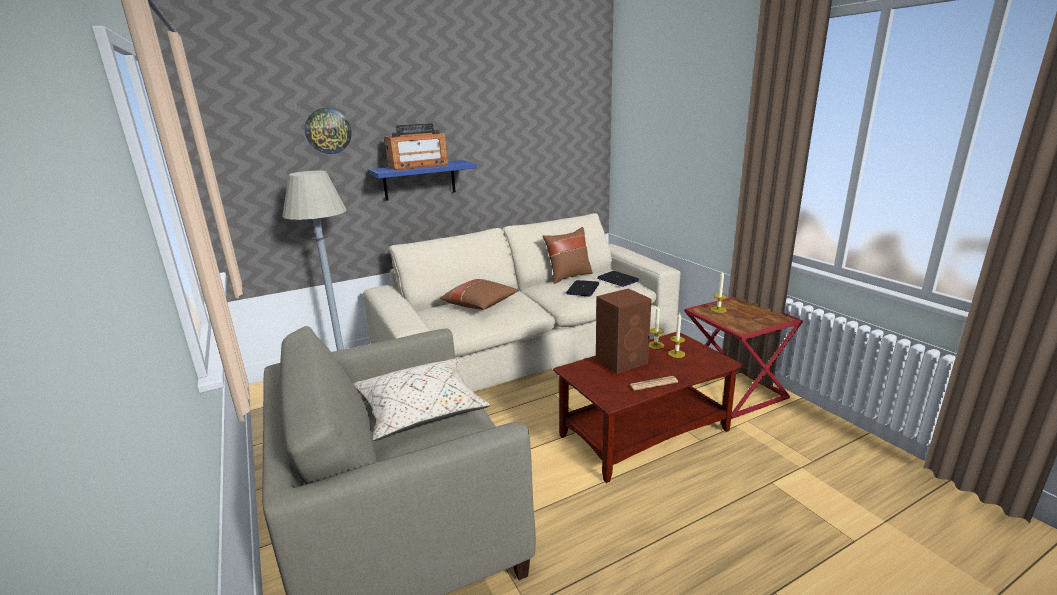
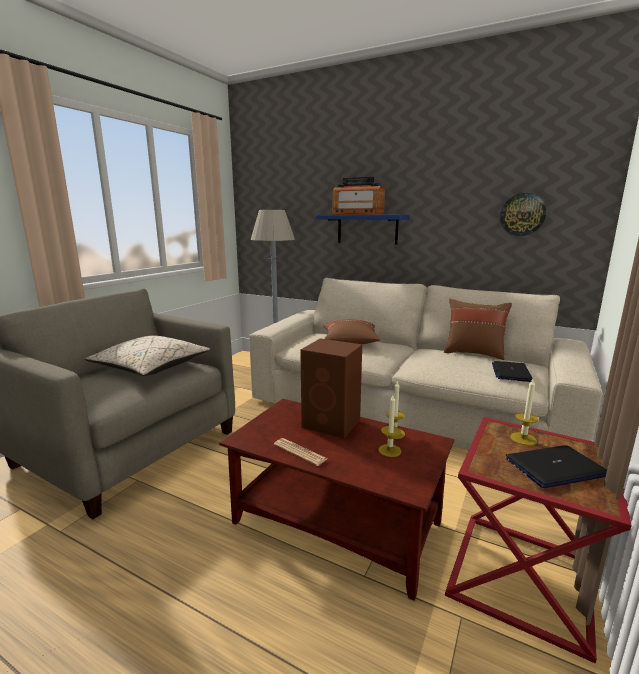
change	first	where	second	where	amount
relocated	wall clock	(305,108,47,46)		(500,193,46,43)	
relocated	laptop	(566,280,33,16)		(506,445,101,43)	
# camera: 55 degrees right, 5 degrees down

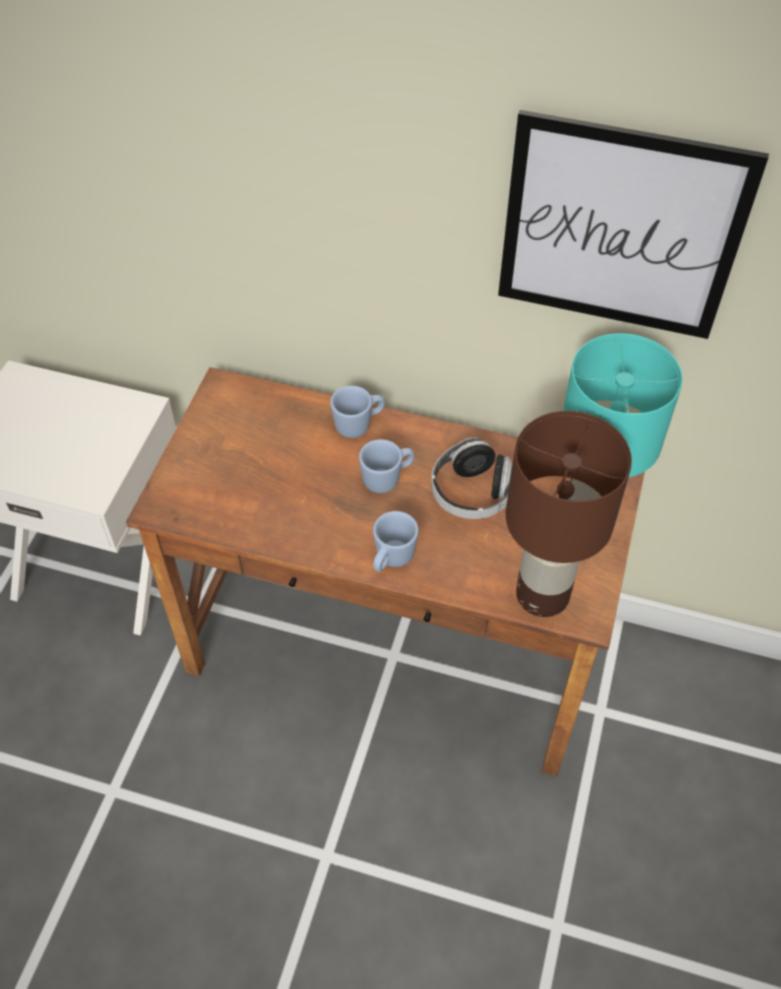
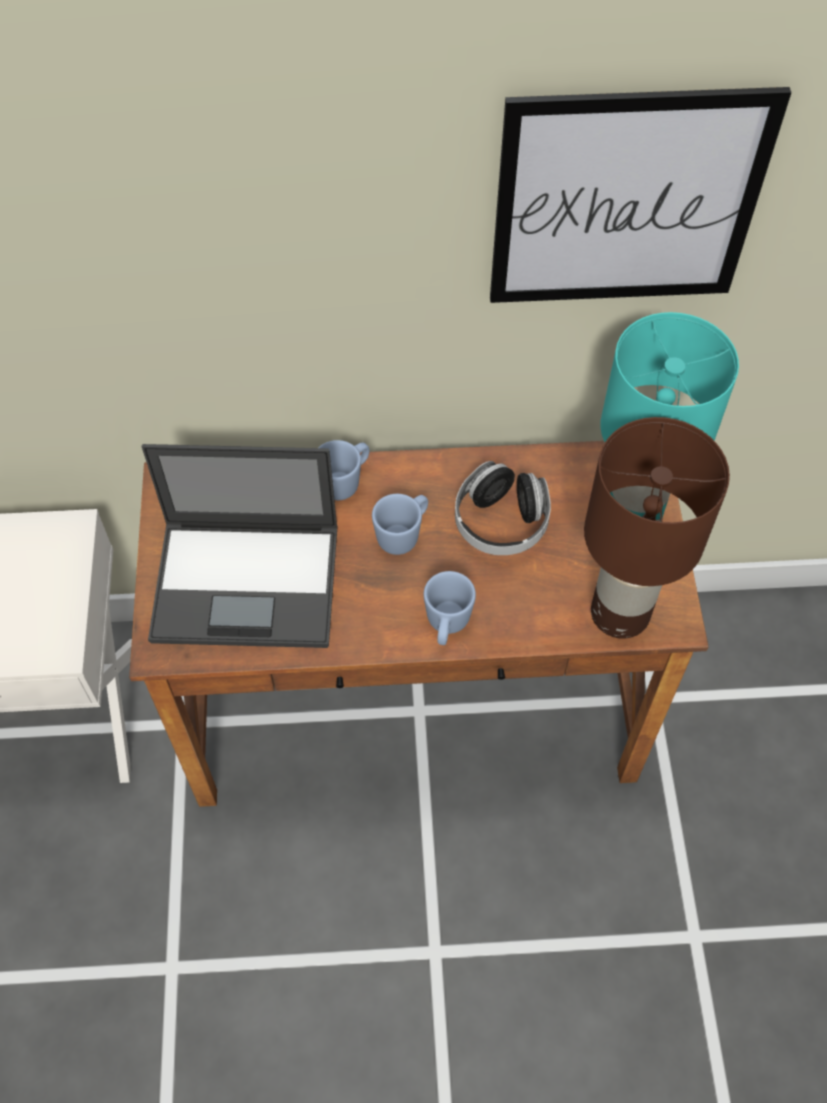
change	first	where	second	where	amount
appeared			laptop	(142,444,196,204)	
# camera: 20 degrees left, 5 degrees up

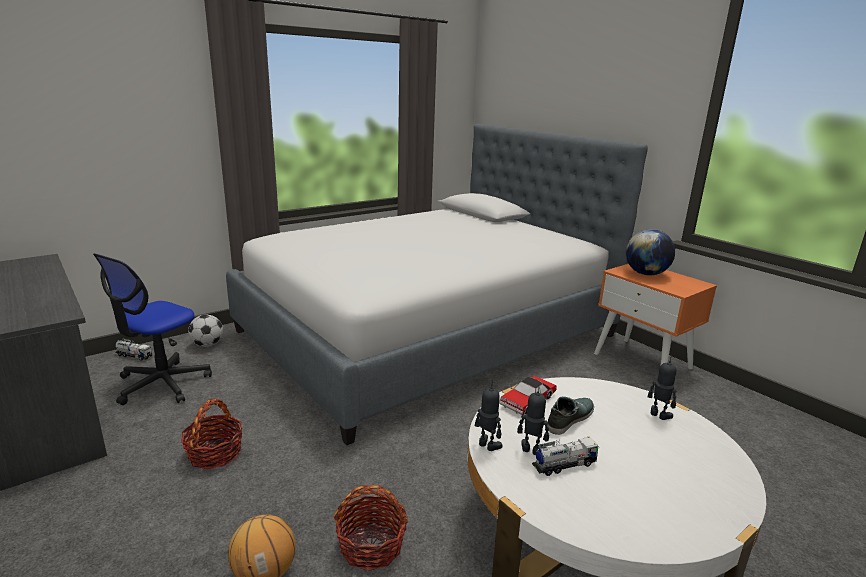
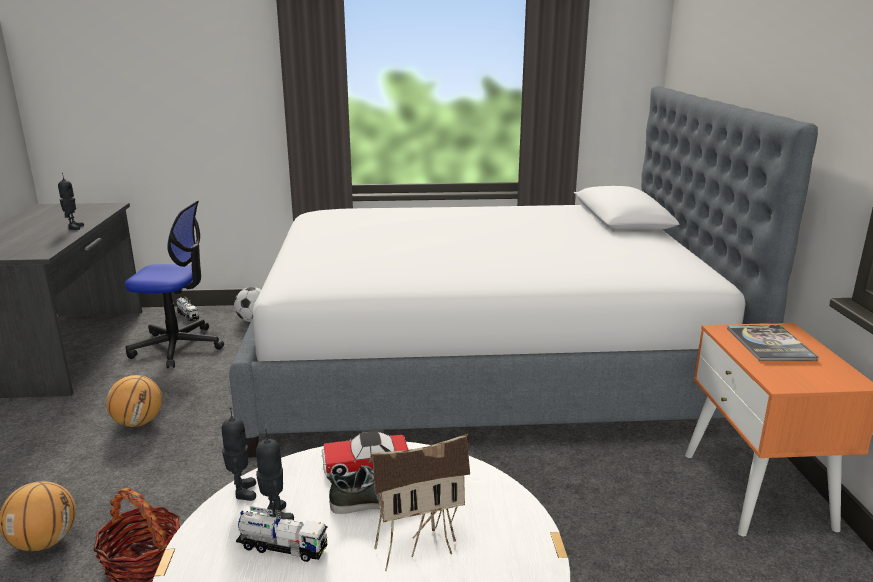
change	first	where	second	where	amount
relocated	toy robot	(648,355,29,65)		(58,173,26,57)	
exchanged	basket	(181,399,62,70)	basketball	(106,375,56,52)	
spun	office chair	(93,253,119,152)		(125,200,99,168)	150 degrees counterclockwise
appeared			toy house	(368,434,102,137)	
exchanged	globe	(626,229,49,46)	book	(727,325,92,36)	
# camera: 35 degrees right, 0 degrees up

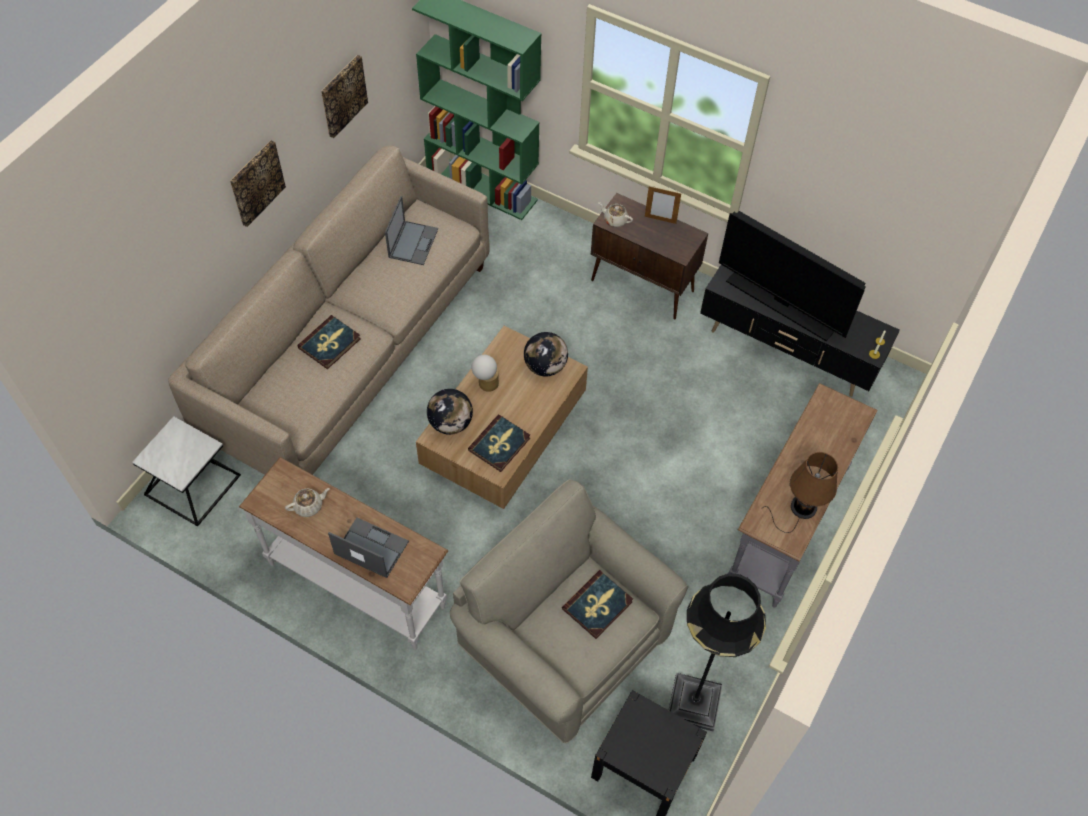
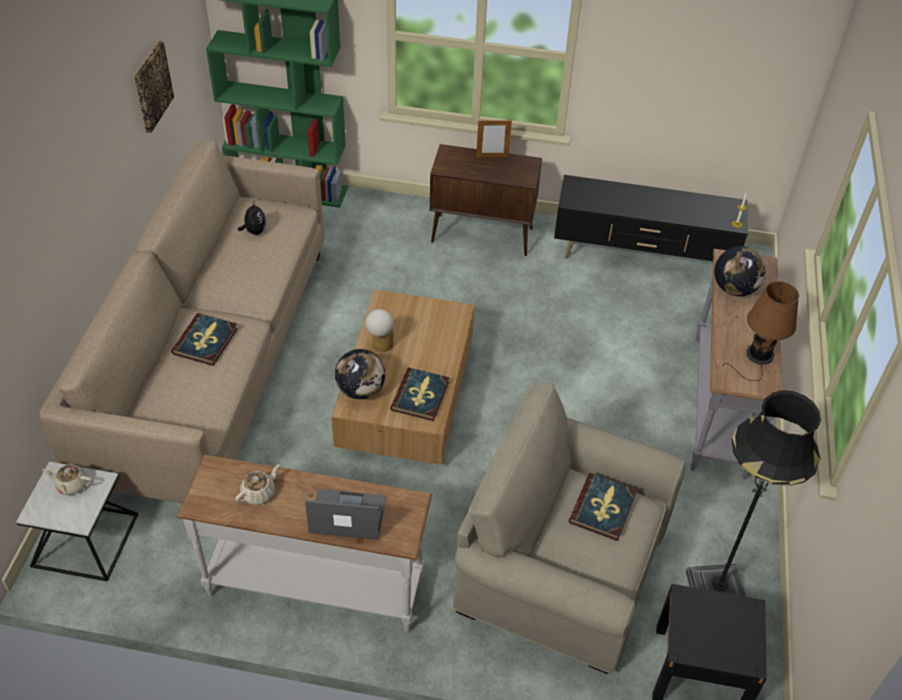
change	first	where	second	where	amount
relocated	beige teapot	(598,202,35,25)		(42,464,51,31)	
exchanged	laptop	(385,196,53,69)	plush toy	(238,202,28,33)	
relocated	globe	(524,332,44,44)		(714,246,52,50)	
missing	picture	(230,140,56,87)			
missing	television	(719,211,146,130)			
# camera: 20 degrees left, 10 degrees down

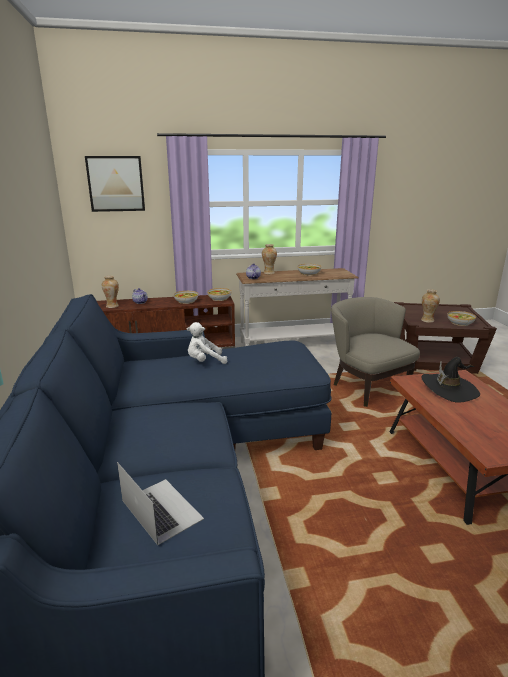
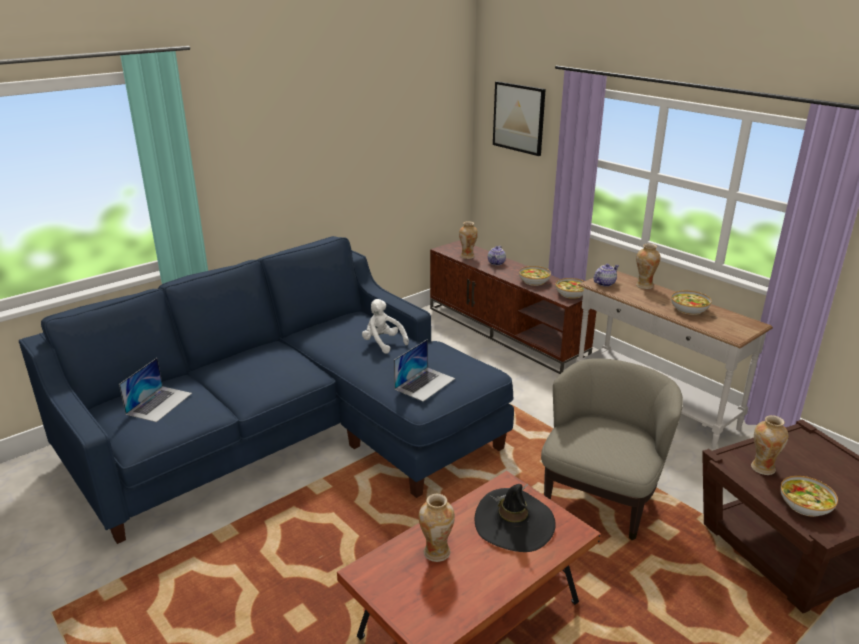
change	first	where	second	where	amount
appeared			laptop	(394,339,61,63)	
appeared			vase	(419,494,36,68)	
# camera: 60 degrees right, 5 degrees up

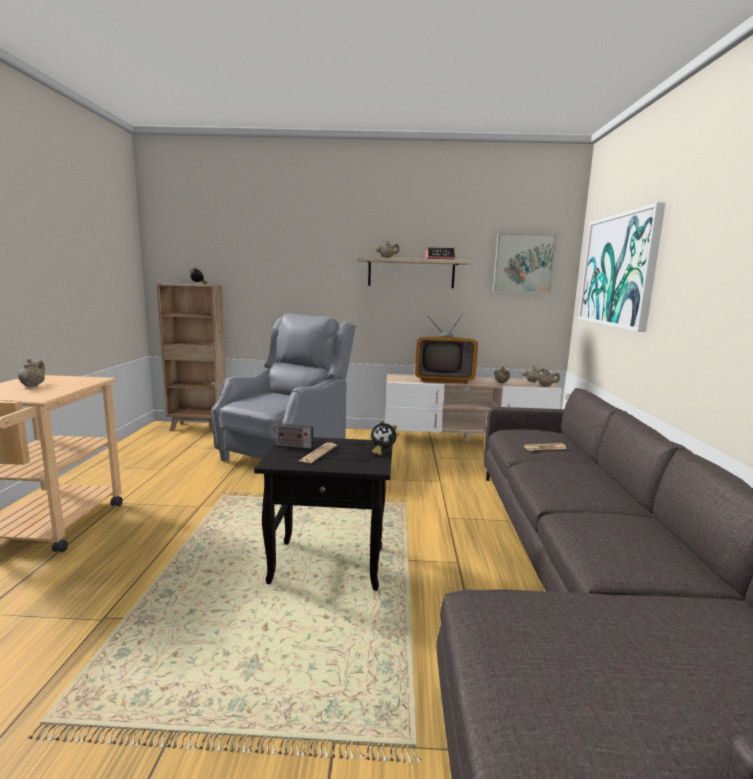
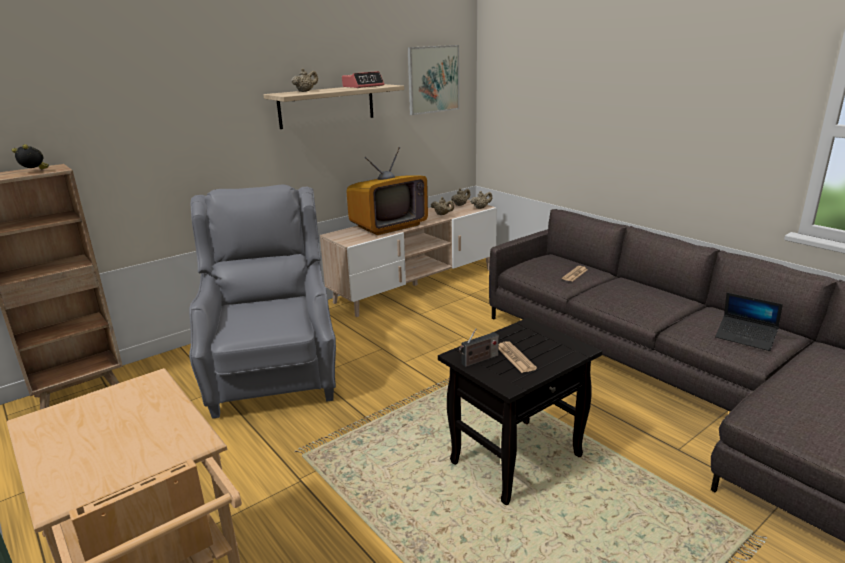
change	first	where	second	where	amount
appeared			laptop	(715,293,68,58)	
missing	beige teapot	(18,358,27,29)			
missing	alarm clock	(371,420,26,36)			
missing	picture	(578,202,88,130)			
# camera: 40 degrees left, 10 degrees up

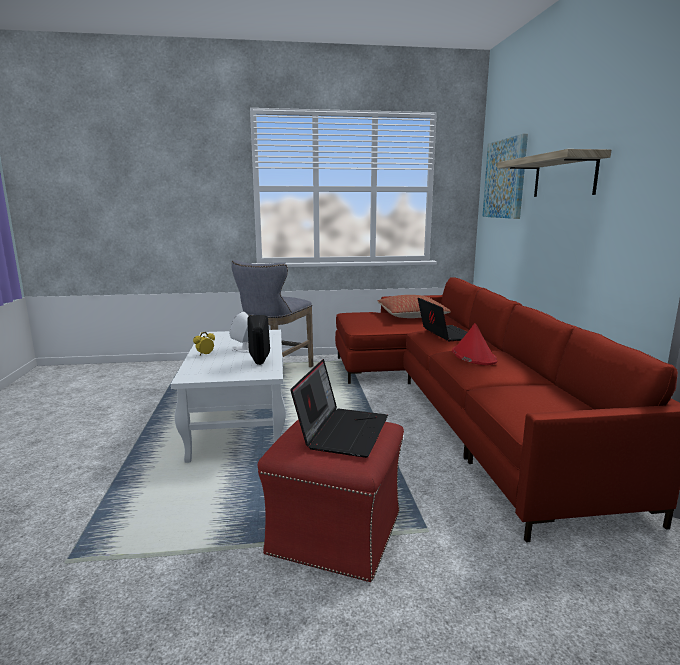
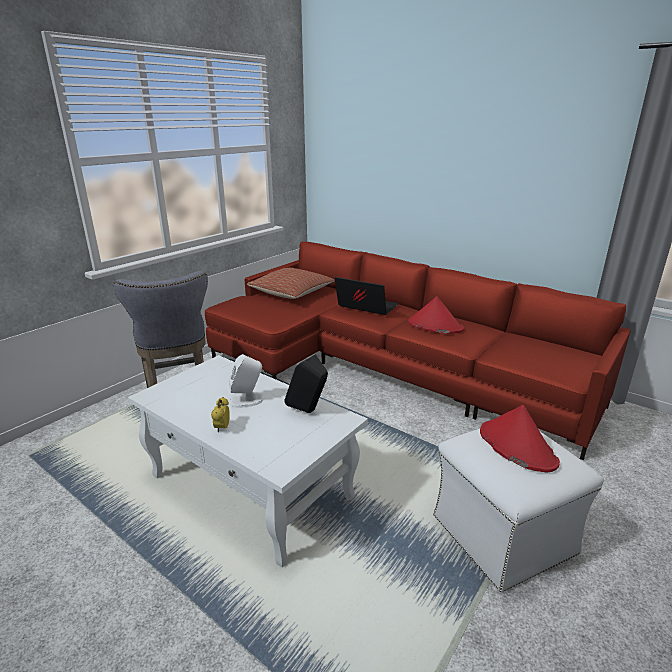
change	first	where	second	where	amount
colour	red ottoman	(258,419,146,163)	white ottoman	(433,429,171,164)	
exchanged	laptop	(290,359,98,99)	red hat	(480,405,80,67)	
missing	picture	(482,133,46,86)			
missing	shelf	(498,149,113,48)			
# camera: 45 degrees left, 10 degrees up

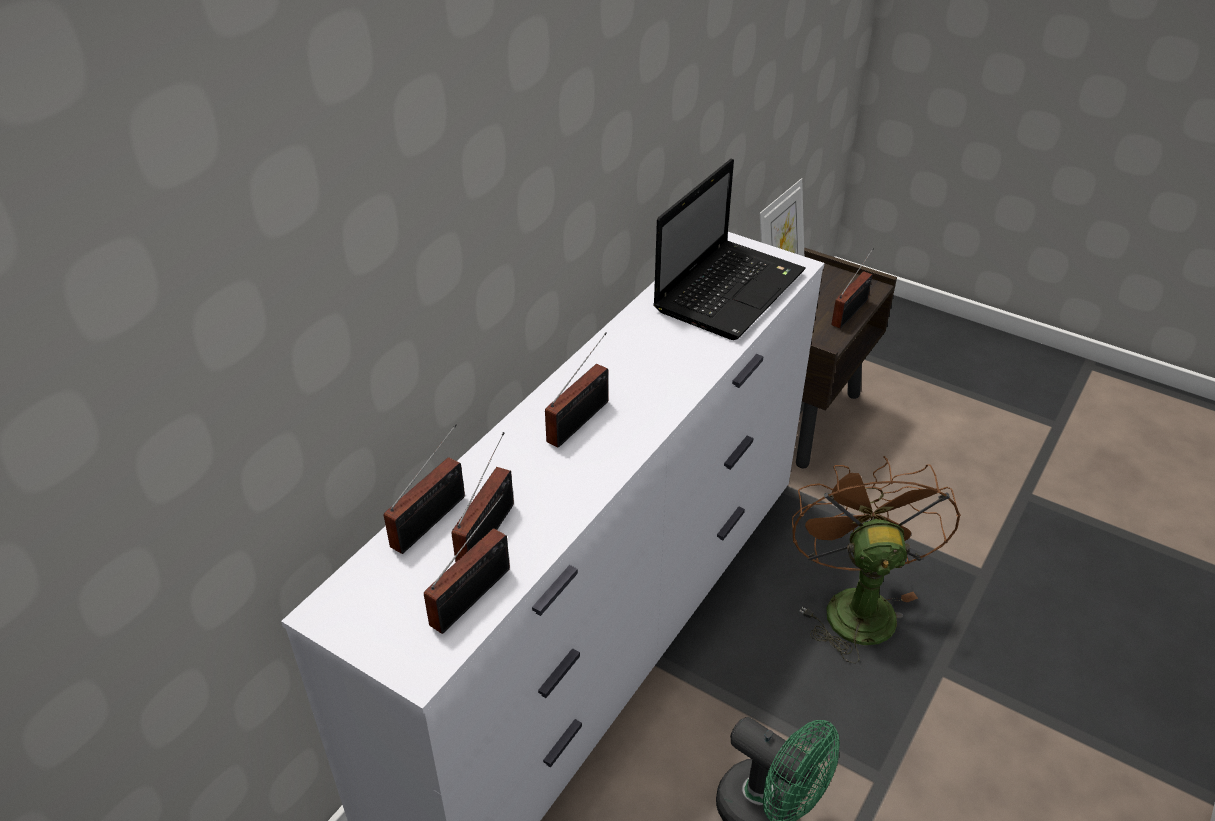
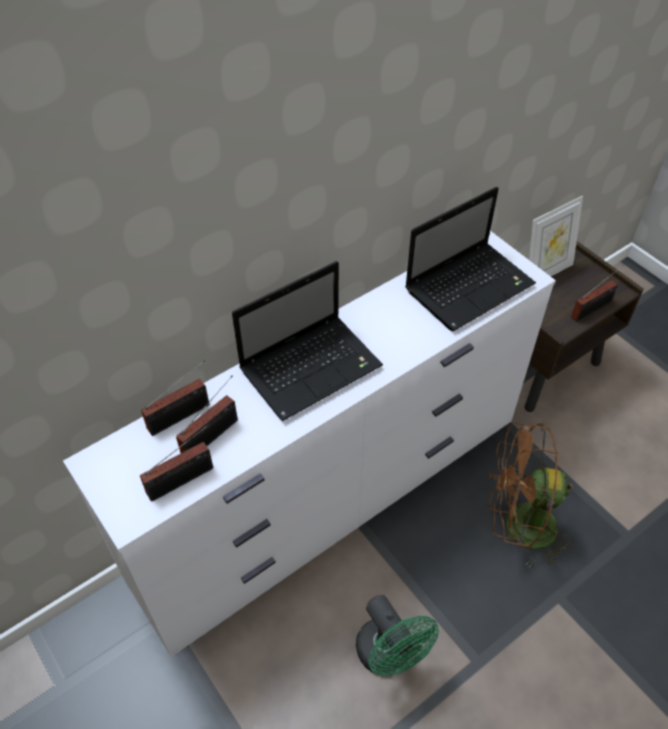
change	first	where	second	where	amount
exchanged	radio	(545,332,63,116)	laptop	(232,261,151,160)	
spun	brown fan	(792,456,169,208)		(488,423,87,144)	105 degrees counterclockwise
# camera: 20 degrees right, 10 degrees up

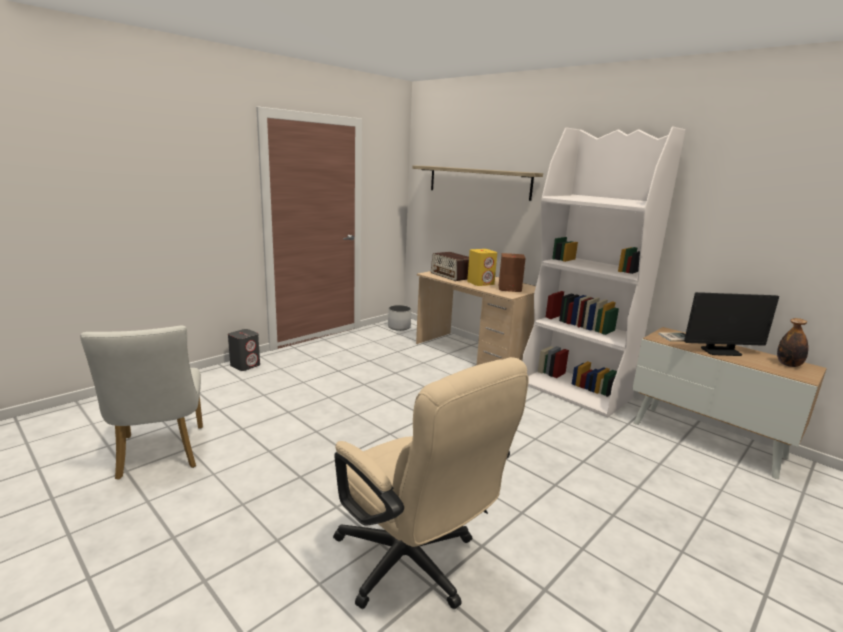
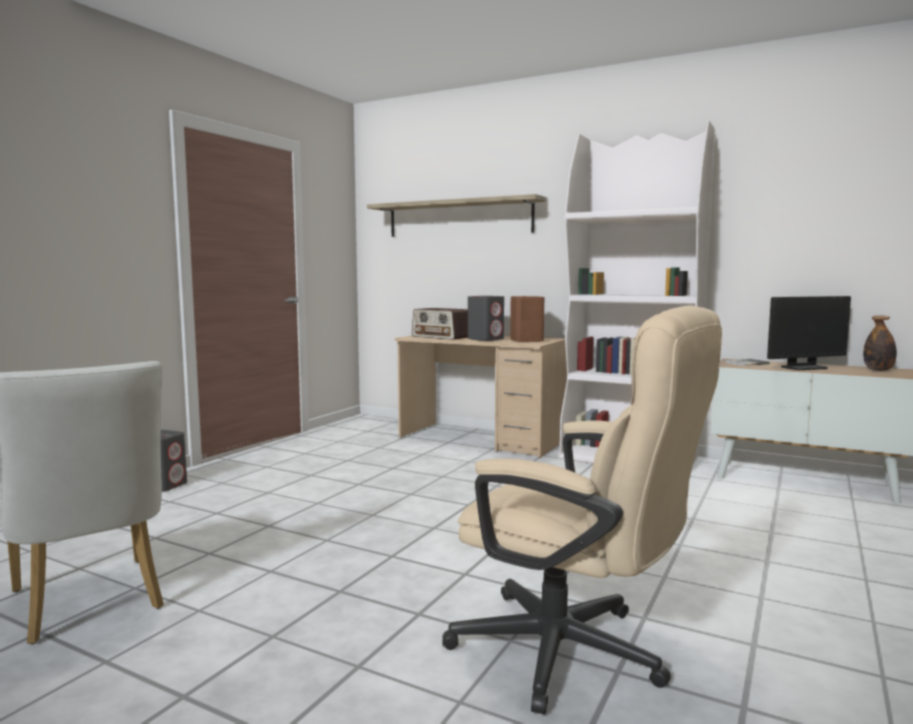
change	first	where	second	where	amount
colour	yellow speaker	(467,249,30,37)	grey speaker	(468,296,36,45)	
missing	white planter	(388,305,23,26)			
# camera: 15 degrees left, 10 degrees down

